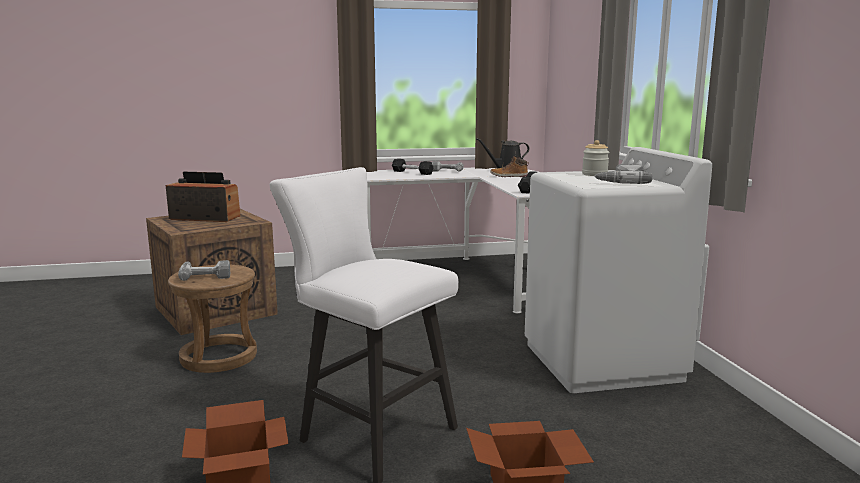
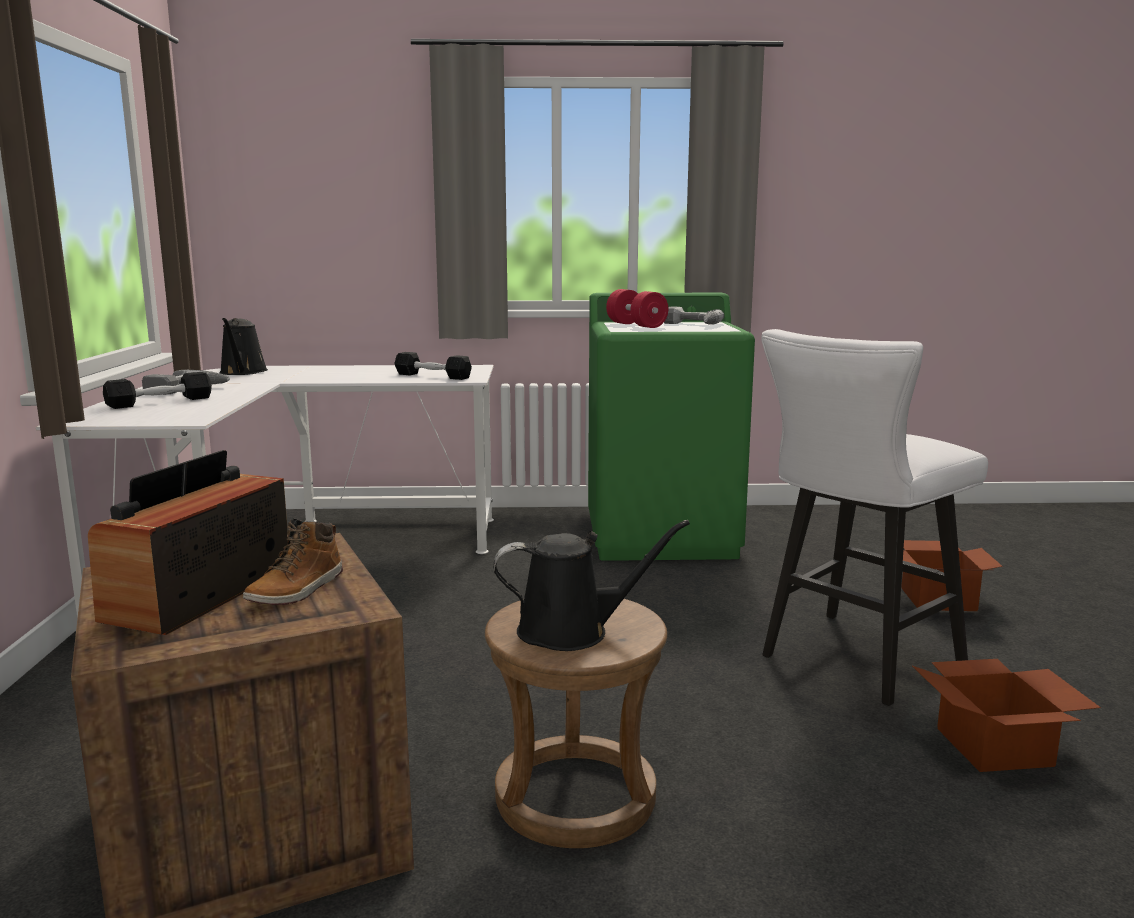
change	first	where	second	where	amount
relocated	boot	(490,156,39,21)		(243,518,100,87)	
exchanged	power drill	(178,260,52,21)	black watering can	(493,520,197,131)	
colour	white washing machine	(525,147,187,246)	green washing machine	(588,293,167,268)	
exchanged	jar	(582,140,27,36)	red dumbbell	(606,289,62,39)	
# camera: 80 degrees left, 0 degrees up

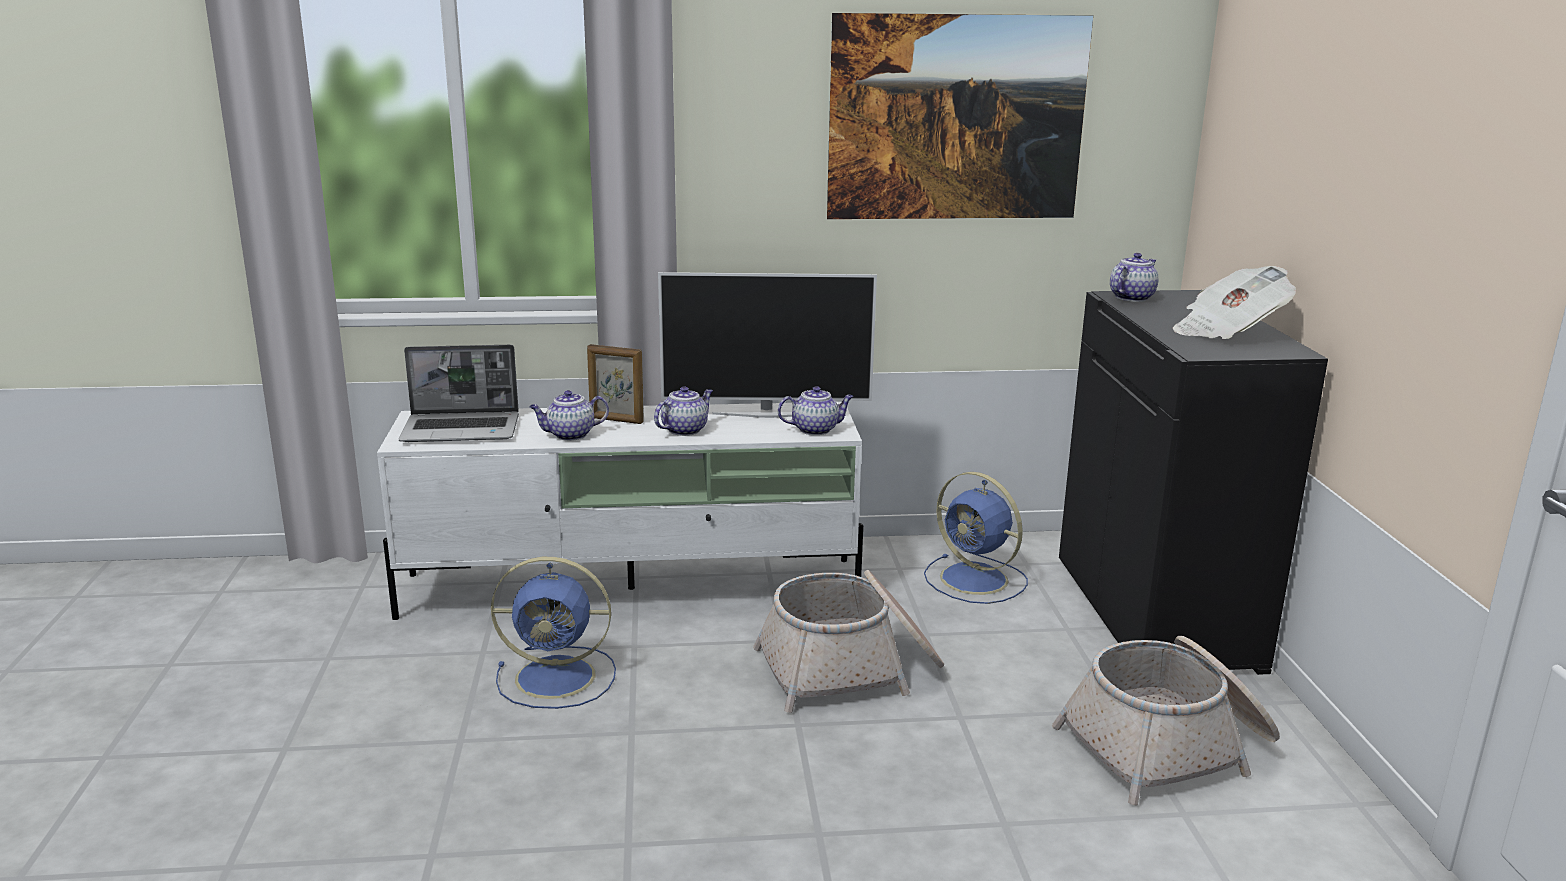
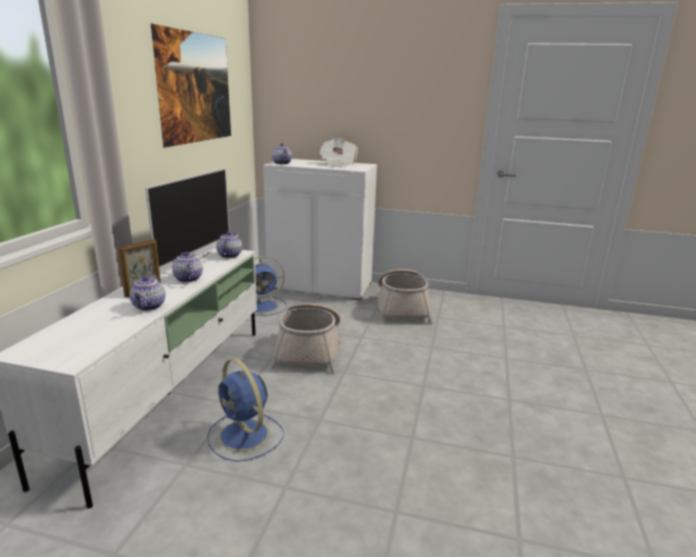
change	first	where	second	where	amount
spun	blue fan	(491,557,125,152)		(207,358,77,104)	120 degrees clockwise
colour	black cabinet	(1059,290,269,385)	white cabinet	(263,159,114,141)	
missing	laptop	(399,345,120,97)			
# camera: 70 degrees left, 0 degrees up

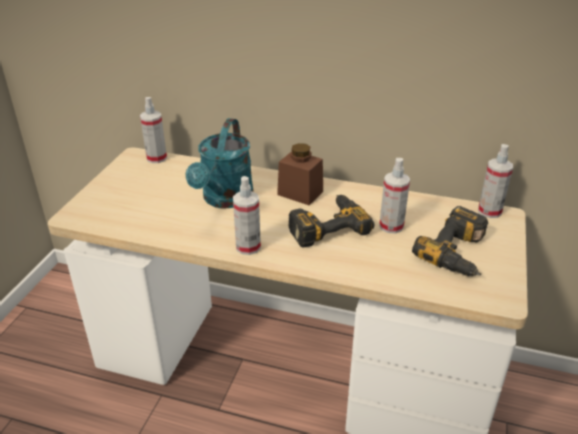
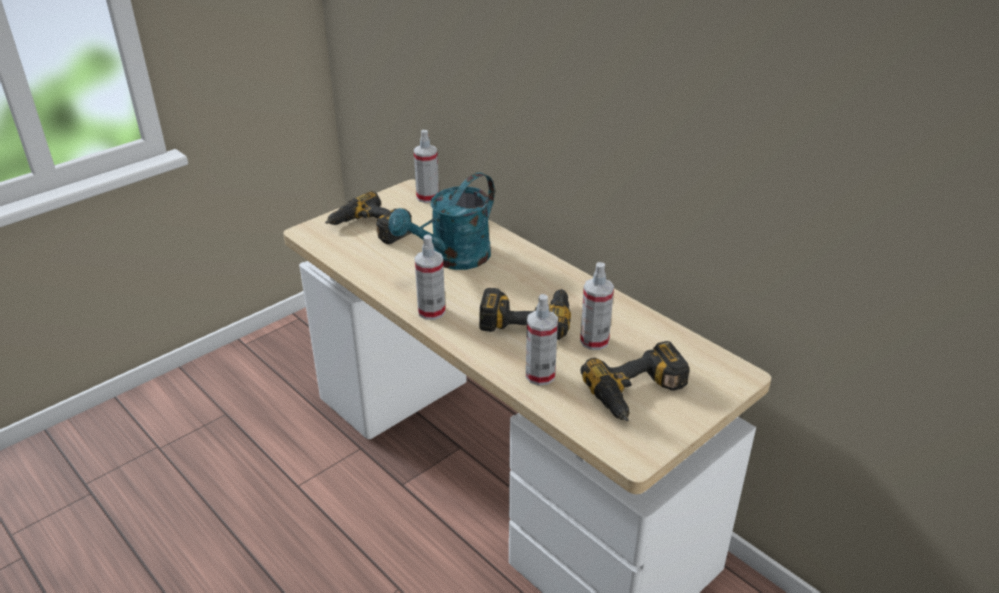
change	first	where	second	where	amount
appeared			power drill	(325,191,87,53)	
relocated	spray bottle	(478,144,35,74)		(526,294,32,92)	
missing	brown jar	(277,143,46,62)			
# camera: 30 degrees right, 0 degrees up

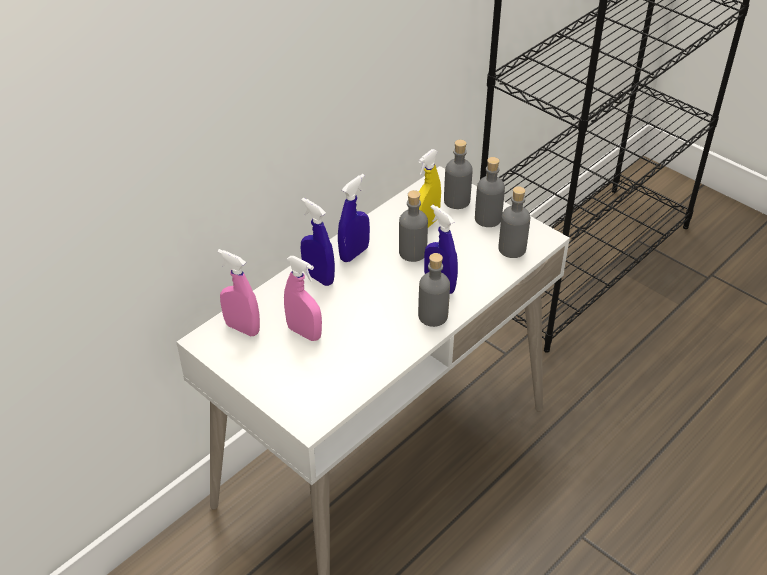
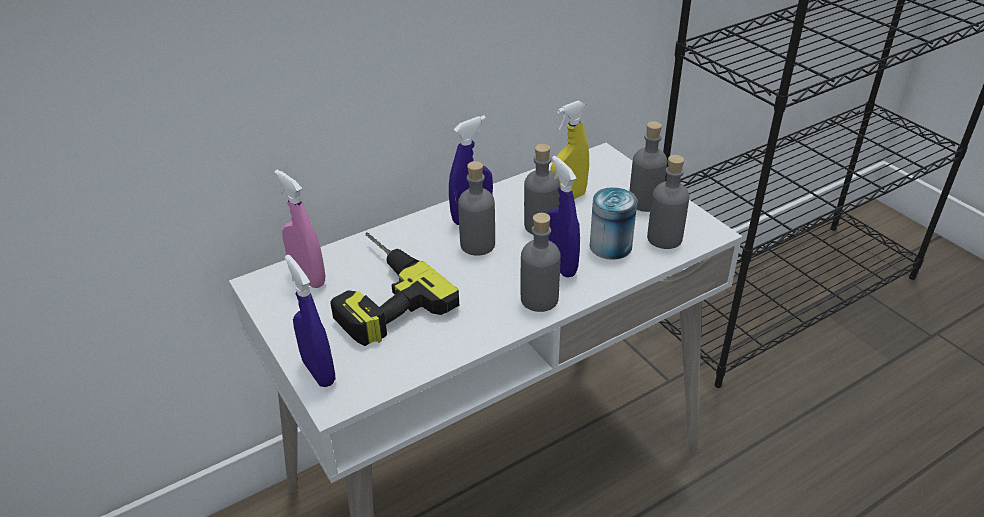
change	first	where	second	where	amount
relocated	blue spray bottle	(301,198,34,88)		(285,255,50,132)	
exchanged	pink spray bottle	(284,256,38,85)	power drill	(330,232,130,114)	
relocated	grey bottle	(444,140,29,69)		(458,161,37,95)	
appeared			can	(590,187,47,73)	
# camera: 15 degrees right, 5 degrees down

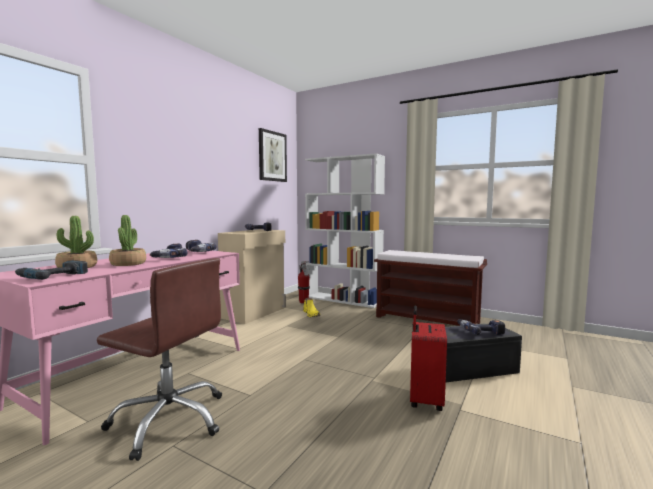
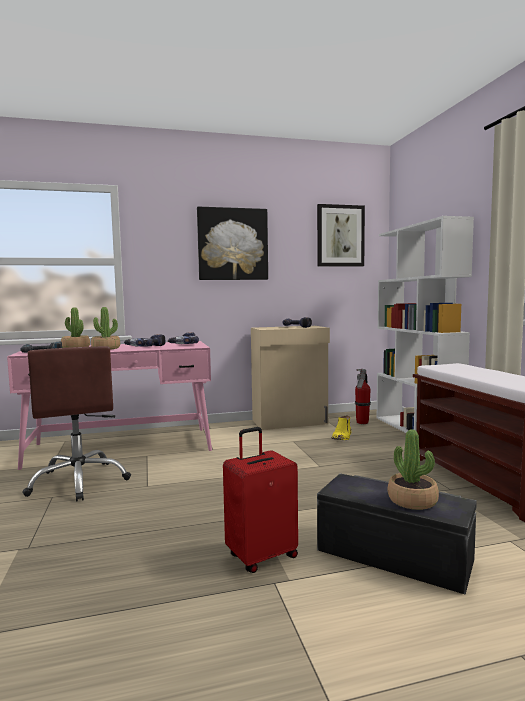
change	first	where	second	where	amount
appeared			picture	(197,207,71,73)	
exchanged	power drill	(457,319,48,16)	potted plant	(388,429,51,81)	
# camera: 45 degrees right, 0 degrees up

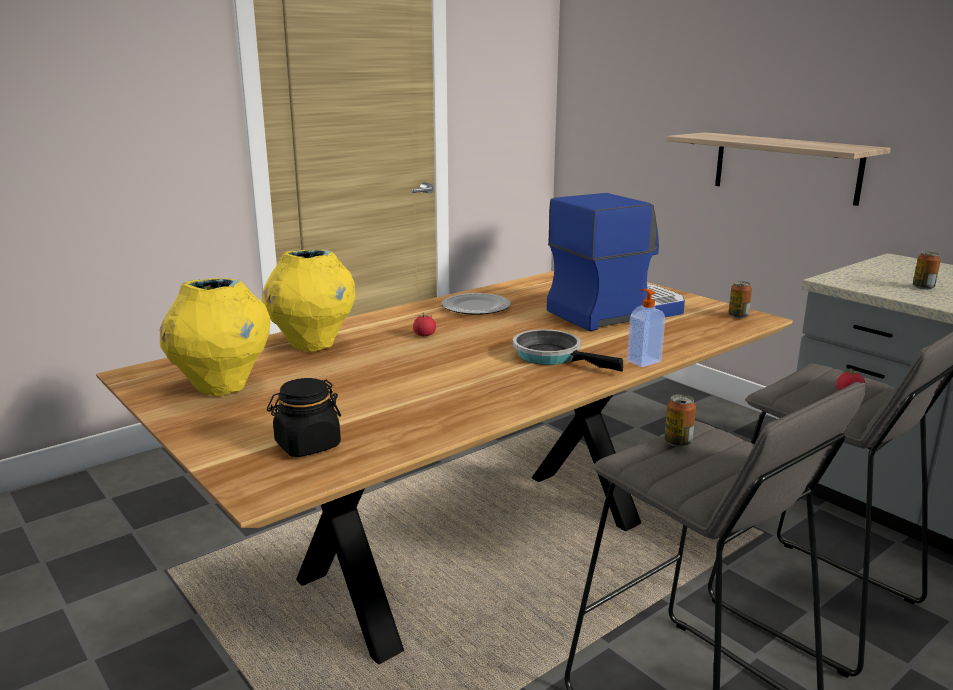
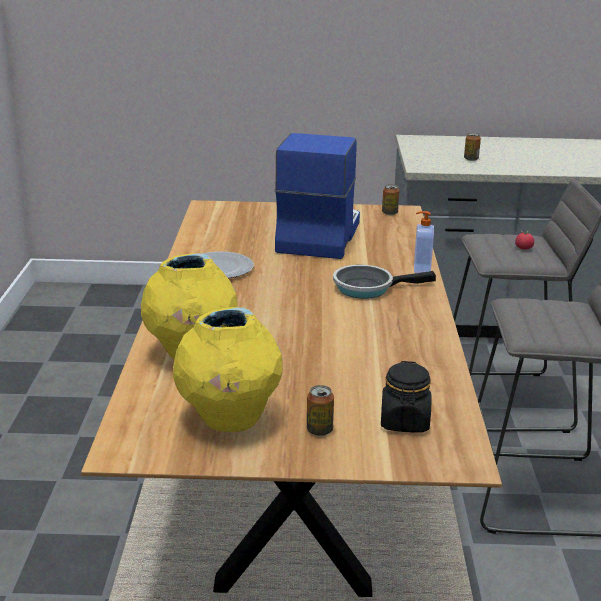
change	first	where	second	where	amount
relocated	can	(664,394,32,53)		(307,385,27,51)	
missing	tomato	(413,312,23,24)			
missing	shelf	(666,132,225,74)			
# camera: 50 degrees left, 5 degrees up

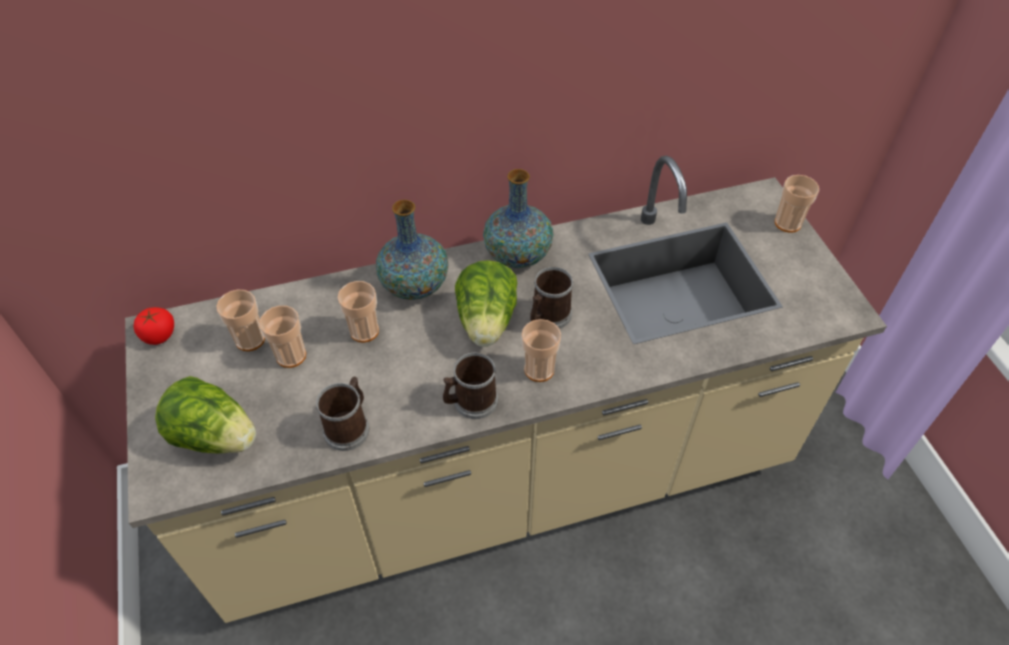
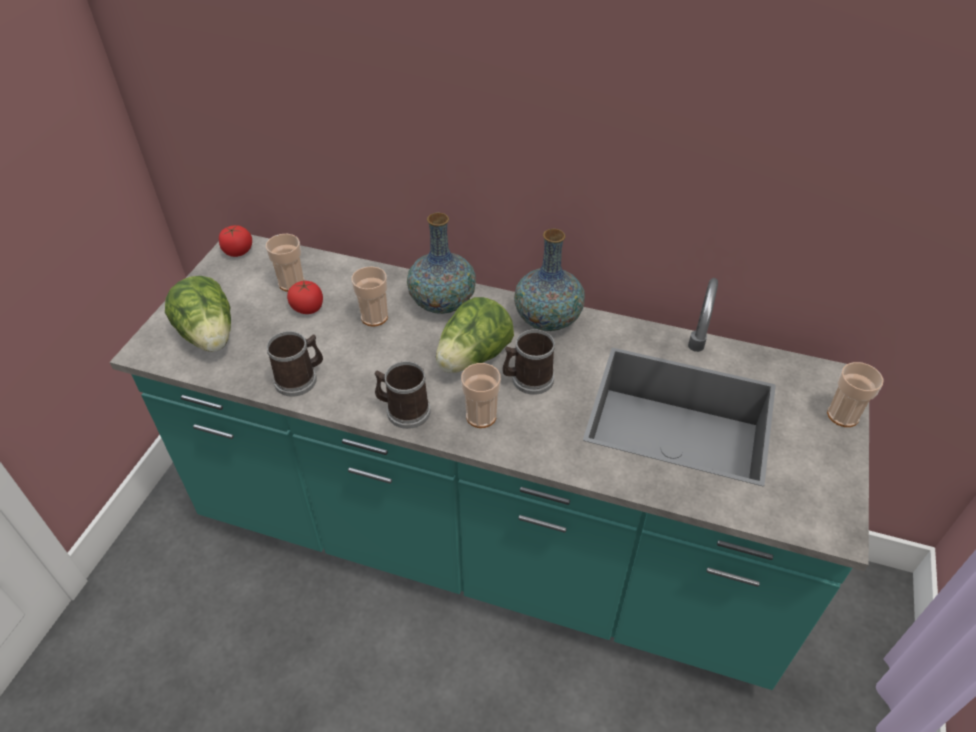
change	first	where	second	where	amount
colour	beige counter	(125,155,762,468)	turquoise counter	(110,235,759,455)	
exchanged	cup	(259,306,47,62)	tomato	(287,281,36,33)	
# camera: 35 degrees right, 5 degrees down

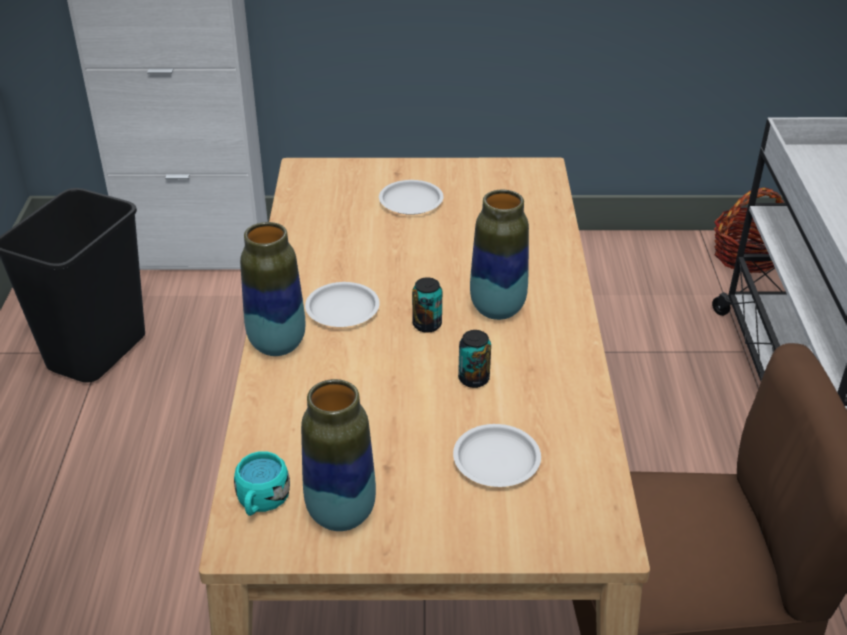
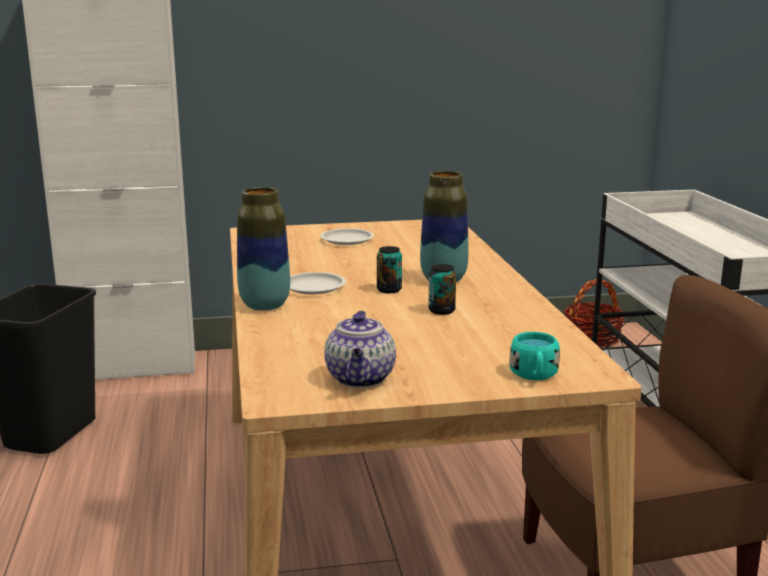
change	first	where	second	where	amount
exchanged	vase	(301,379,75,152)	teapot	(324,310,72,78)	
relocated	turquoise mug	(234,451,56,65)		(510,332,50,48)	
missing	white plate	(453,424,88,63)			
# camera: 10 degrees left, 20 degrees down

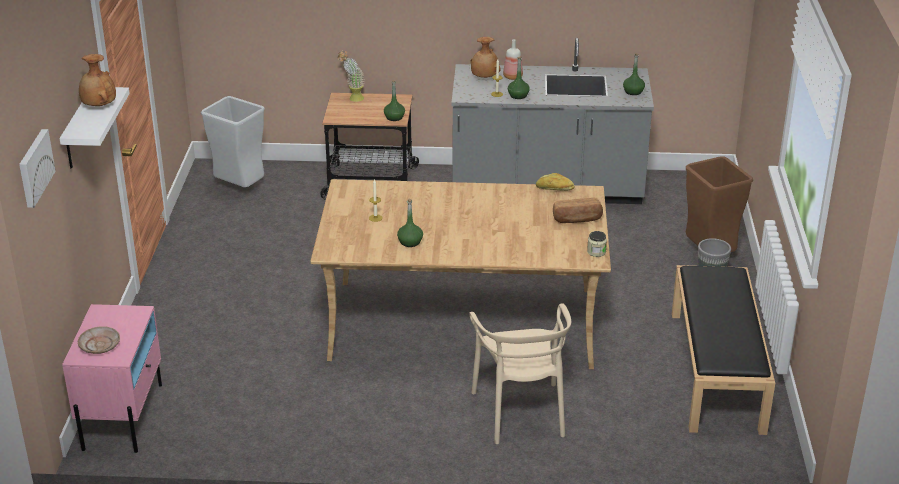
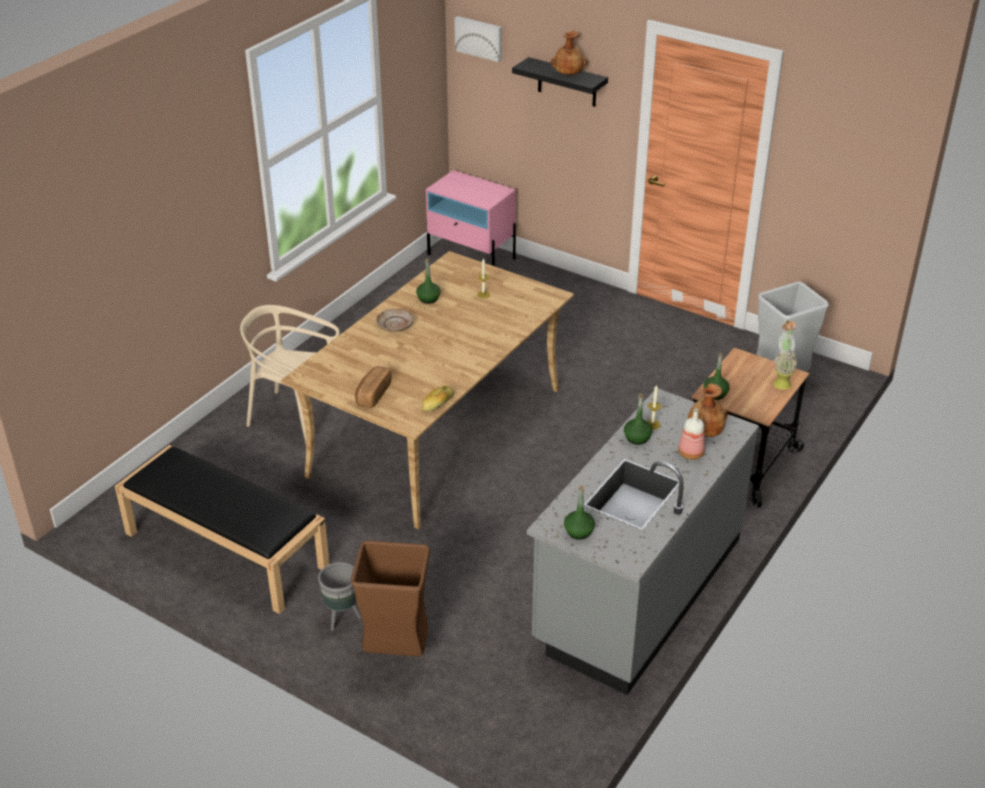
change	first	where	second	where	amount
relocated	beige plate	(78,326,42,28)		(376,309,38,23)	
colour	white shelf	(59,87,71,81)	black shelf	(512,57,96,50)	
missing	jar	(587,231,20,26)			
# camera: 120 degrees right, 5 degrees up

